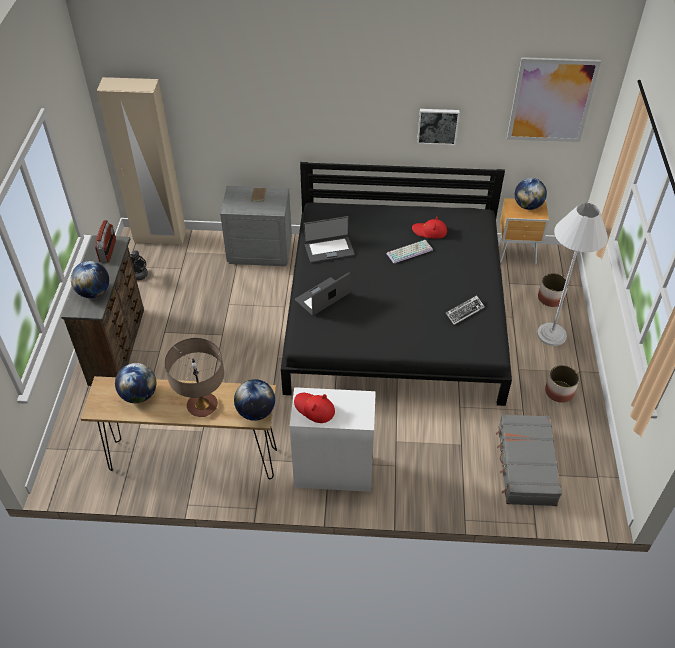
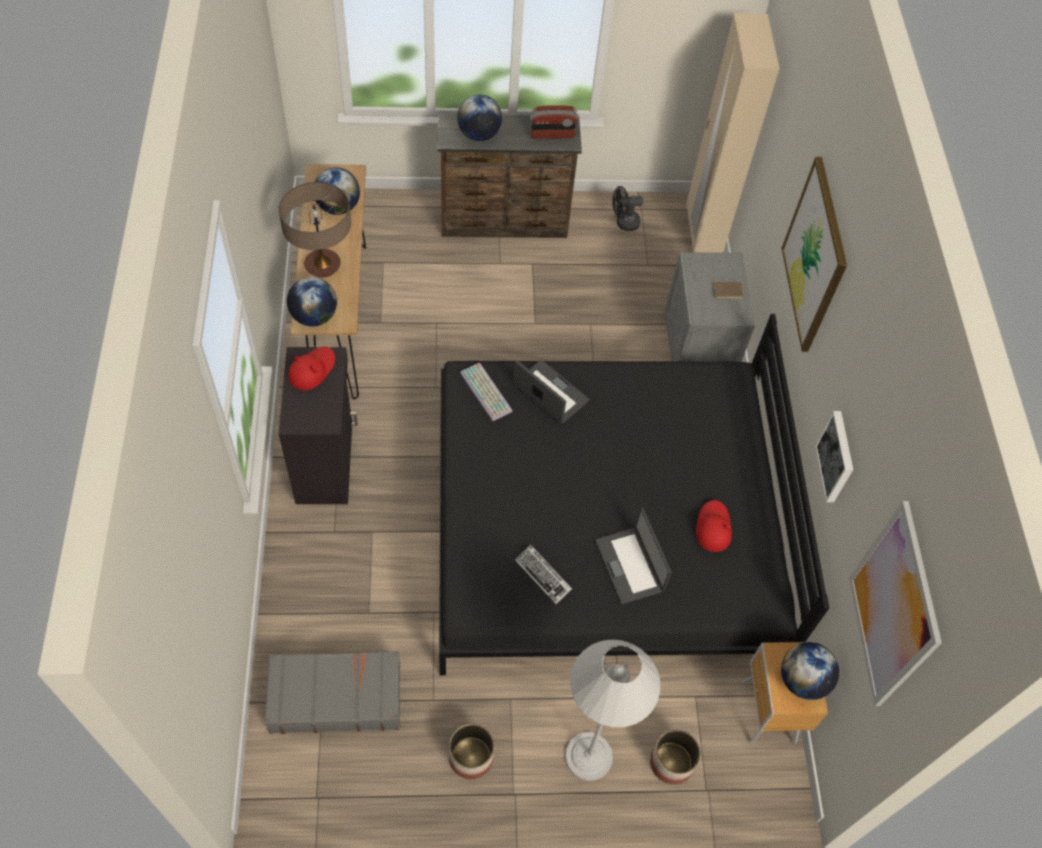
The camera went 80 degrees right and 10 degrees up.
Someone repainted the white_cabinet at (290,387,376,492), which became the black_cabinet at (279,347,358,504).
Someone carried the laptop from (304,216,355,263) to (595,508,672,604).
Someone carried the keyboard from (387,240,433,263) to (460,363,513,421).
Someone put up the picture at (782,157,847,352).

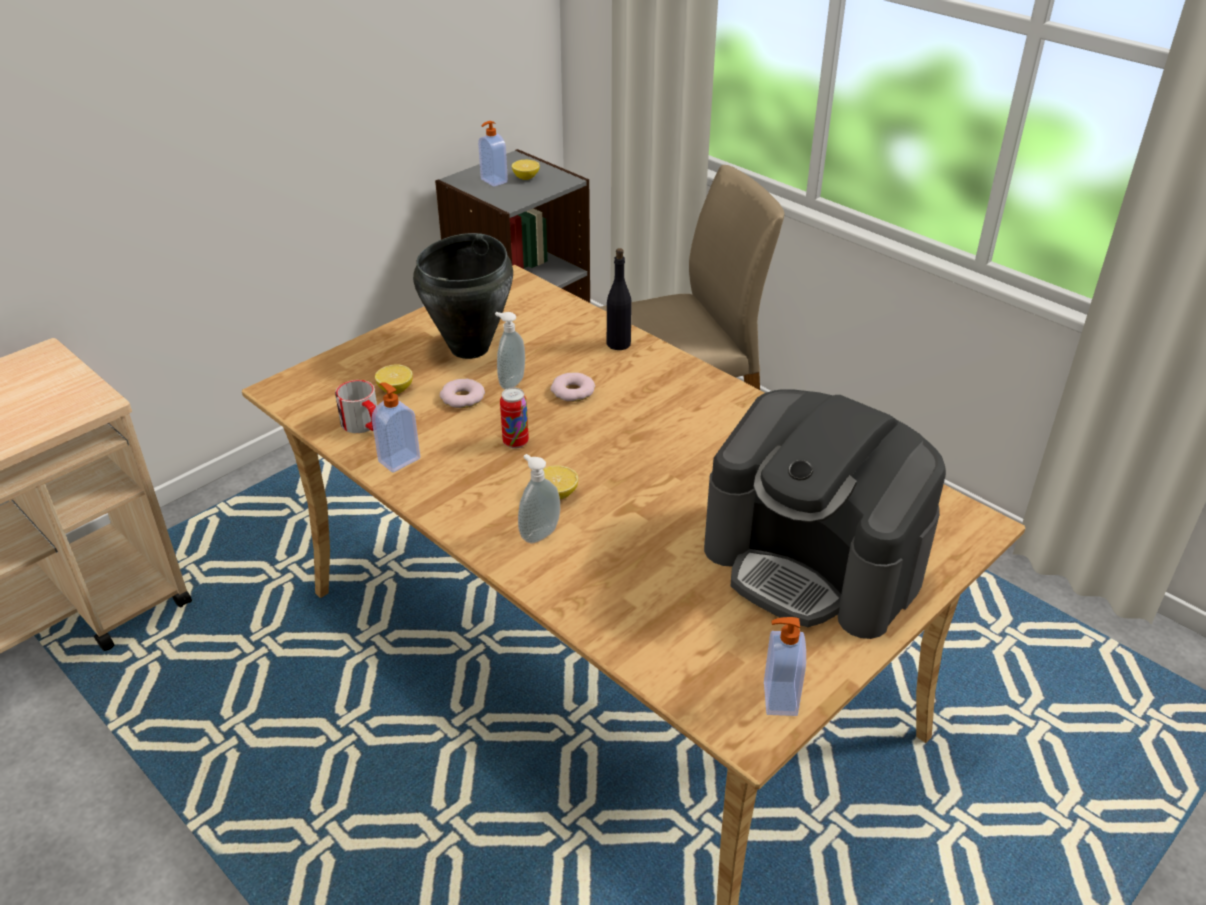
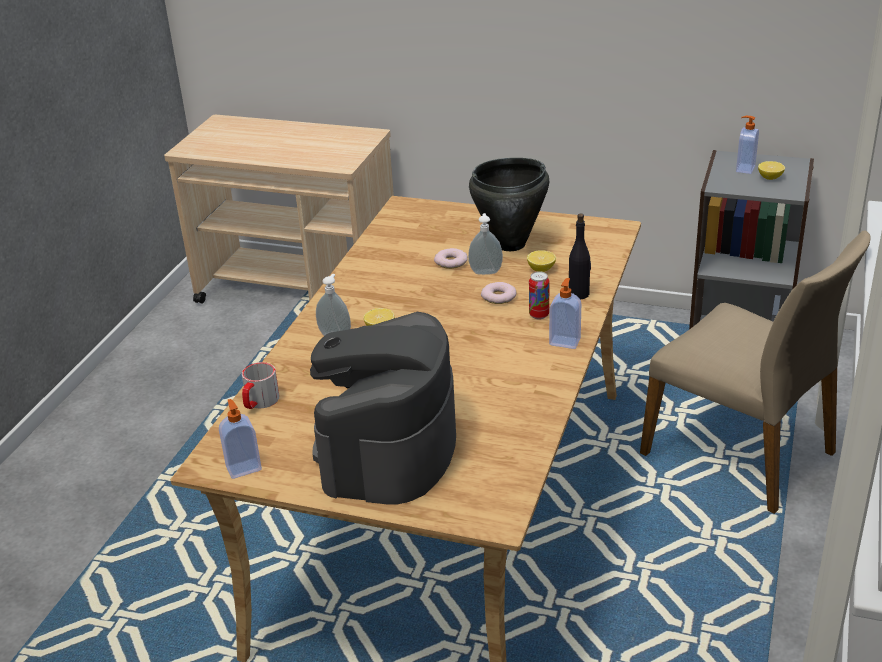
The camera went 65 degrees right and 5 degrees down.
Someone carried the mug from (335,380,377,433) to (242,362,279,409).
Someone carried the soap_dispenser from (372,382,420,473) to (549,278,581,349).
Someone carried the lemon from (375,365,413,394) to (527,250,556,272).
Someone carried the can from (500,388,529,449) to (529,271,549,319).

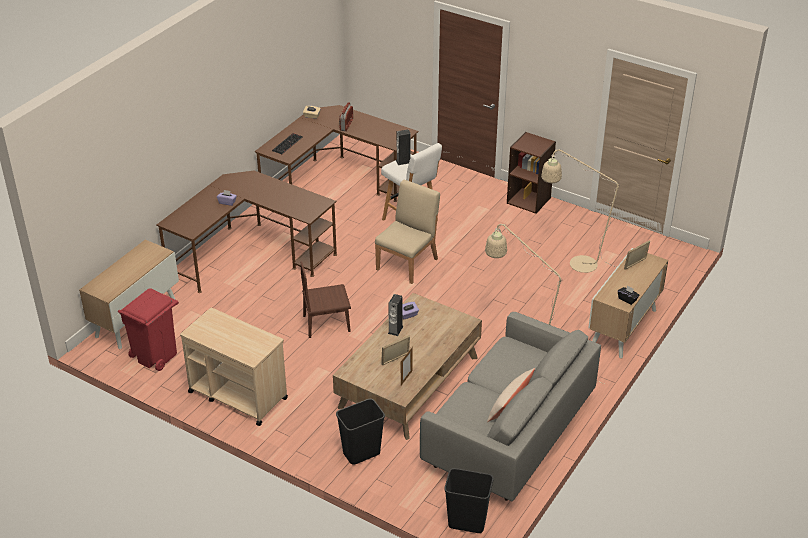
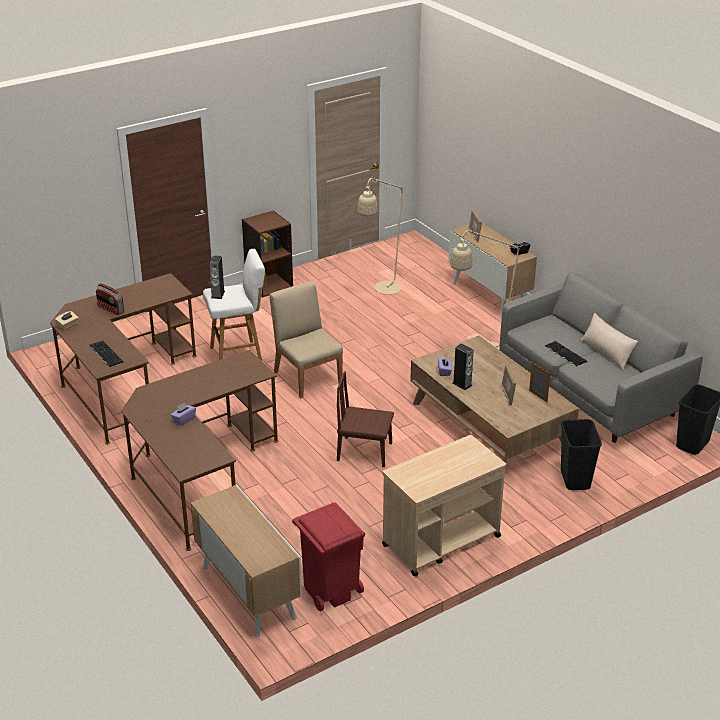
The camera went 65 degrees left and 5 degrees down.
Someone rotated the brown_chair at (301,262,351,338) by 90 degrees clockwise.
Someone put down the keyboard at (545,341,587,366).

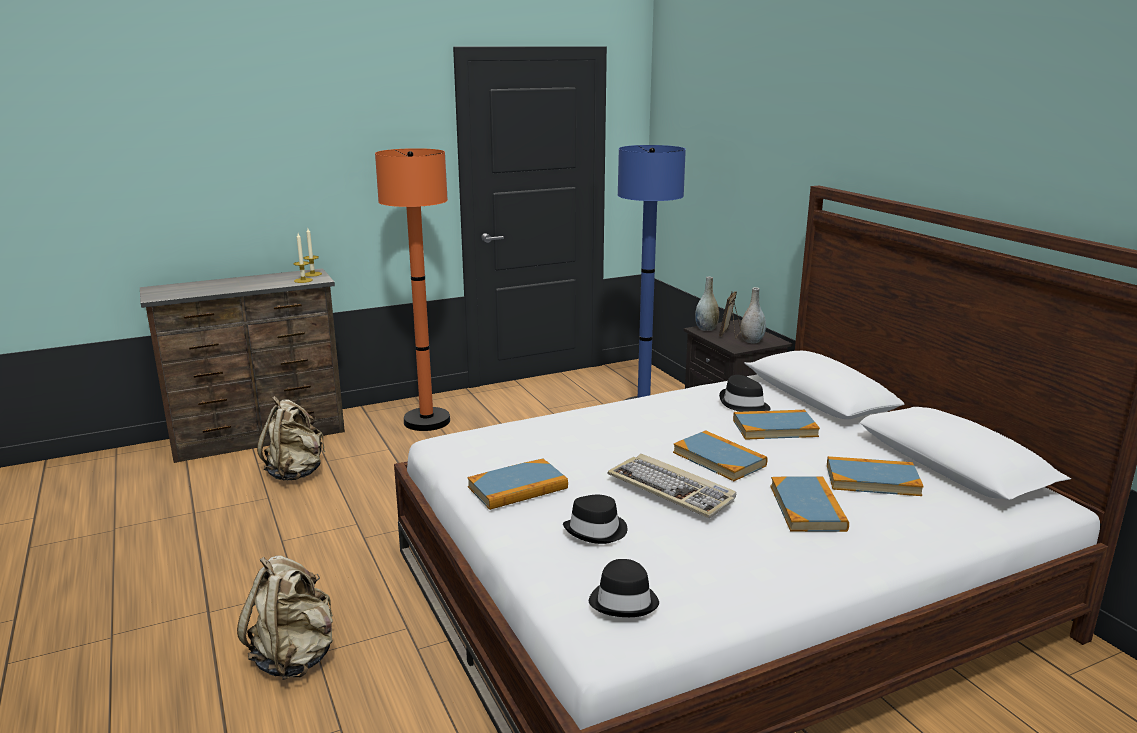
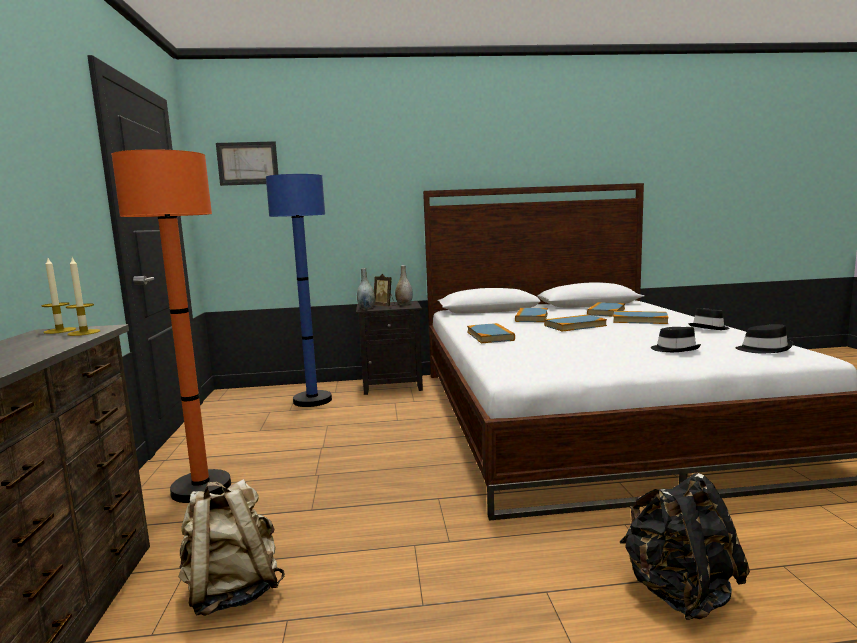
The camera went 70 degrees left and 10 degrees down.
Someone repainted the beige_backpack at (237,555,333,680), which became the black_backpack at (620,473,750,620).
Someone carried the book from (467,458,568,510) to (467,323,515,343).
Someone took away the keyboard at (608,454,736,518).
Someone carried the black_hat from (719,375,771,412) to (689,308,730,330).
Someone put up the picture at (216,141,278,186).

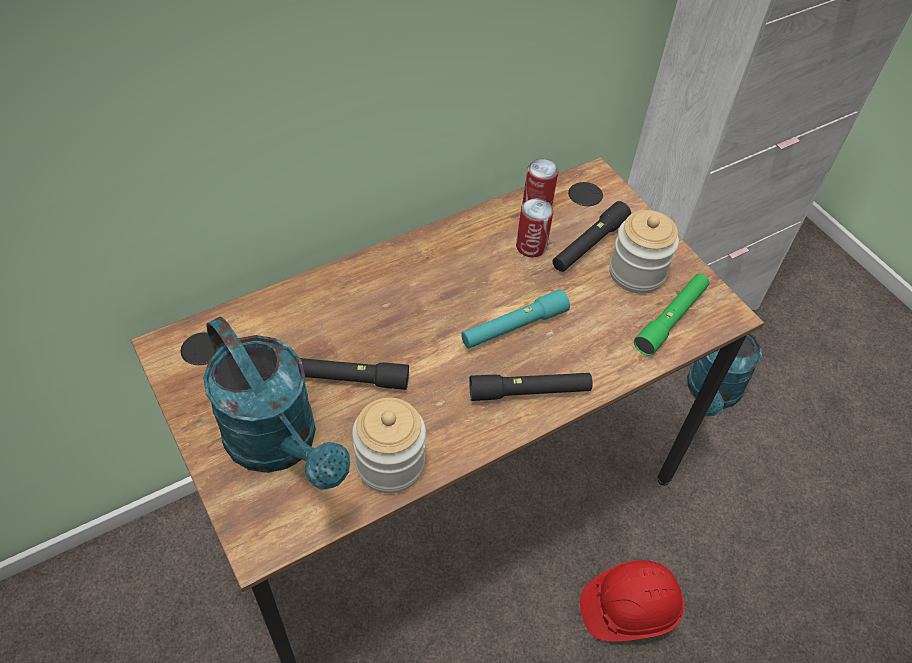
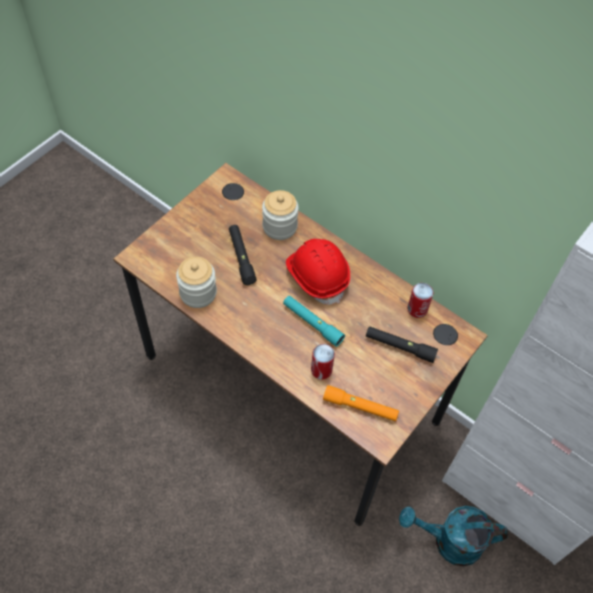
The camera went 70 degrees right and 5 degrees up.
Someone took away the turquoise_watering_can at (203,316,350,490).
Someone took away the black_flashlight at (469,373,592,401).
Someone carried the can from (516,198,553,257) to (311,344,335,379).
Someone carried the red_hard_hat from (580,560,684,642) to (286,239,350,304).
Someone carried the jar from (609,210,679,294) to (262,190,299,240).
Someone repainted the green_flashlight at (634,274,709,356), which became the orange_flashlight at (323,385,399,421).

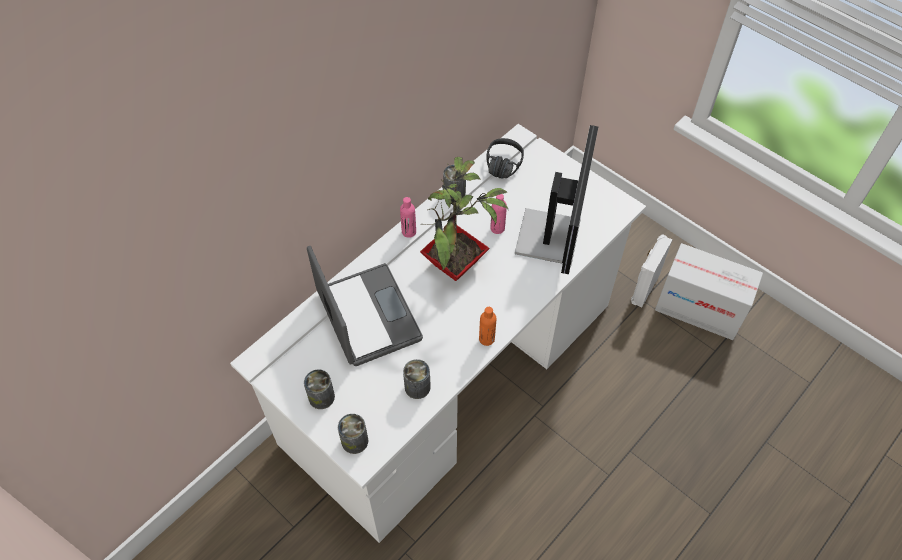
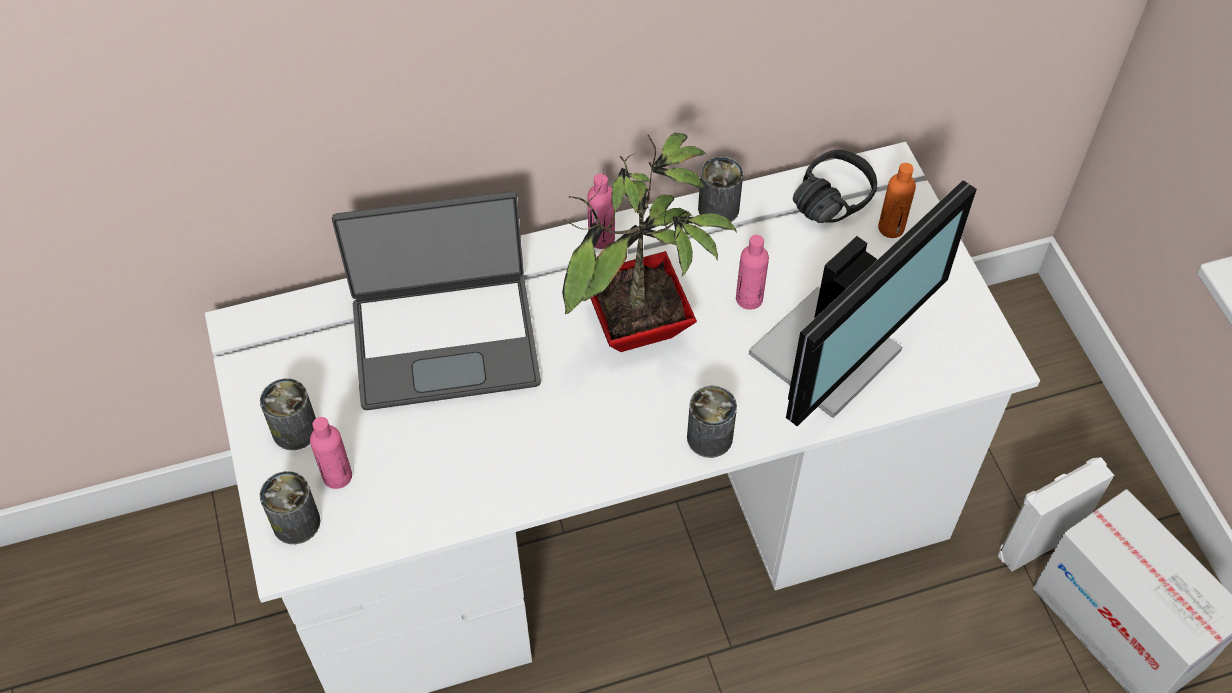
The camera went 30 degrees right and 0 degrees up.
Someone rotated the laptop at (307,246,423,366) by 75 degrees clockwise.
Someone carried the can from (403,359,431,399) to (687,386,737,458).
Someone carried the orange_bottle from (479,307,496,346) to (878,163,916,238).
Someone put down the pink_bottle at (310,417,352,489).

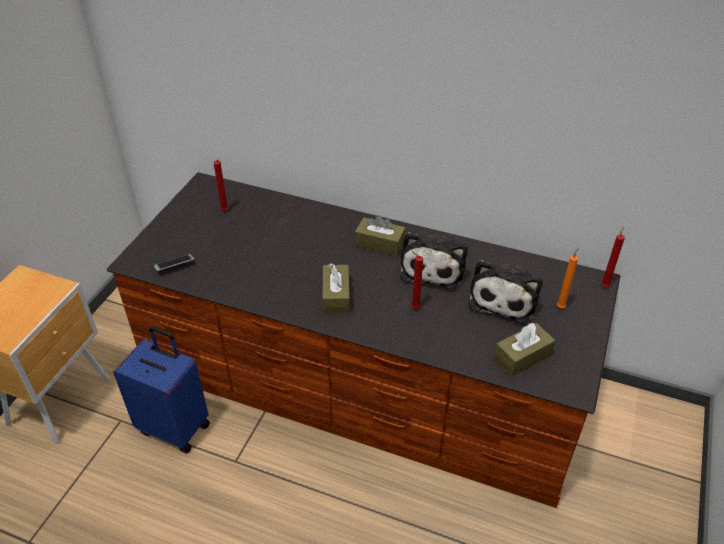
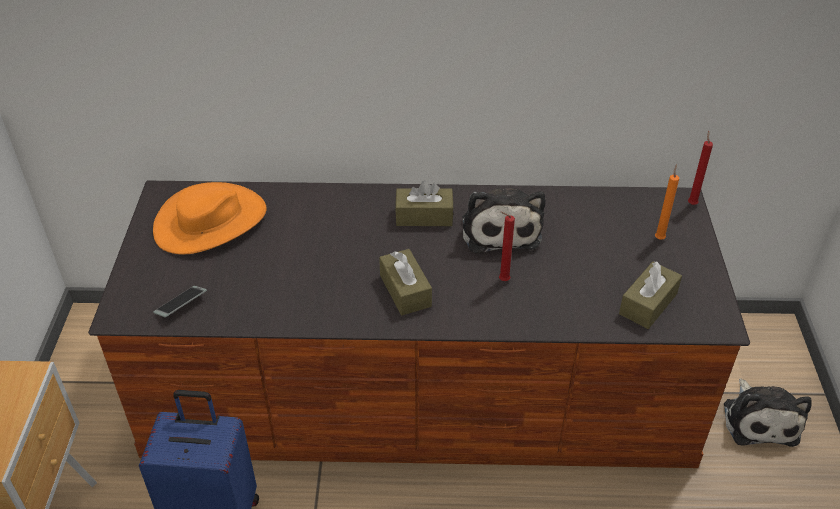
The camera went 20 degrees left and 0 degrees up.
Someone swapped the red_candle at (214,159,229,211) for the orange_hat at (153,182,267,254).
Someone carried the plush_toy from (469,260,543,323) to (724,378,812,447).

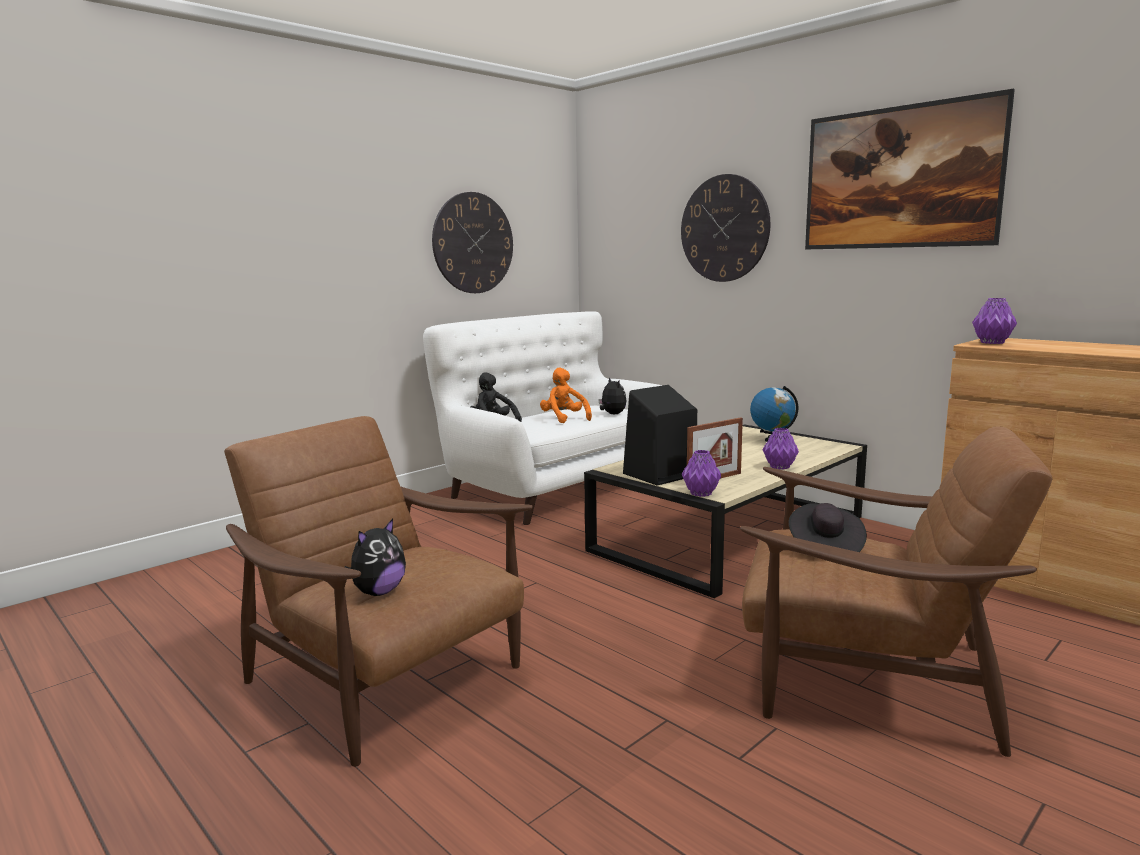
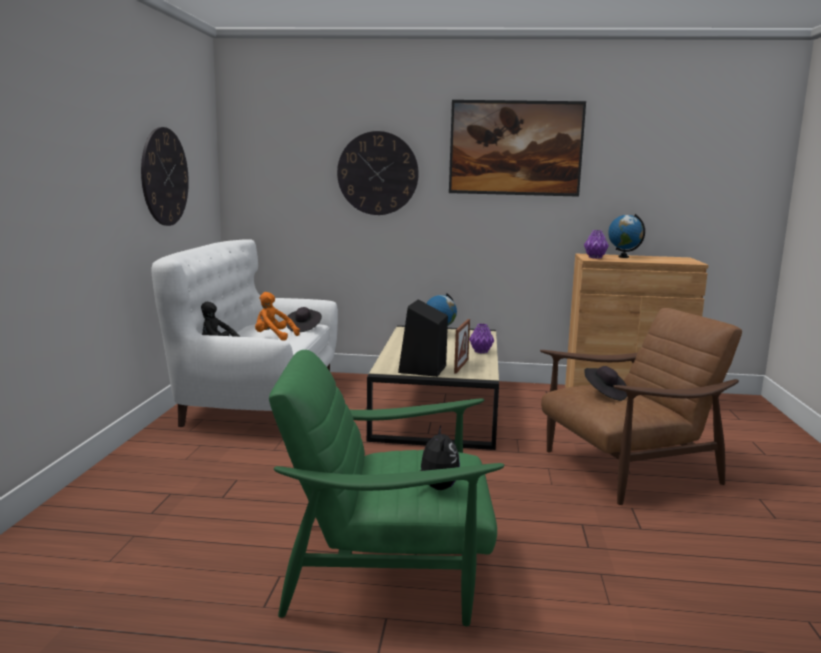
The camera went 40 degrees left and 0 degrees up.
Someone repainted the brown_armchair at (224,416,533,767), which became the green_armchair at (269,350,505,626).
Someone swapped the plush_toy at (599,377,626,414) for the black_hat at (286,307,322,332).
Someone took away the purple_vase at (682,450,721,497).
Someone put down the globe at (608,214,645,258).

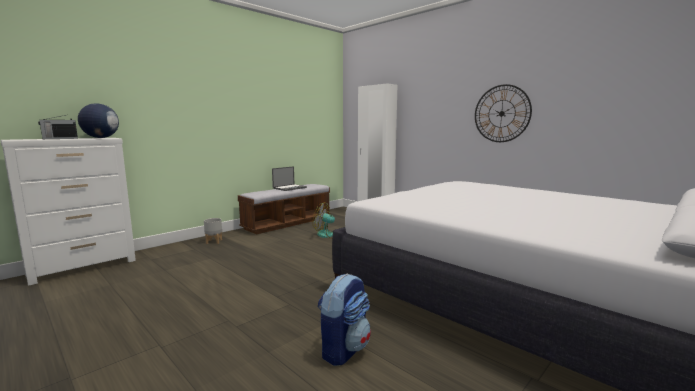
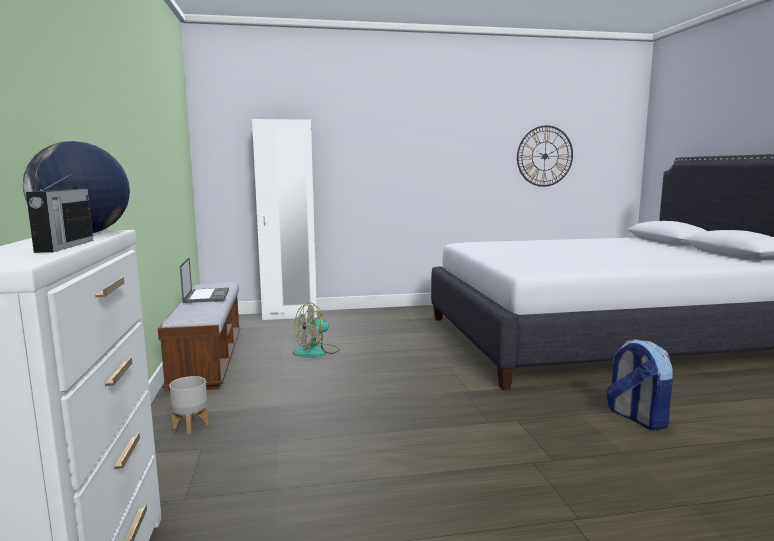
The camera went 55 degrees left and 0 degrees up.
Someone carried the wall_clock from (475,84,532,142) to (517,125,573,187).

